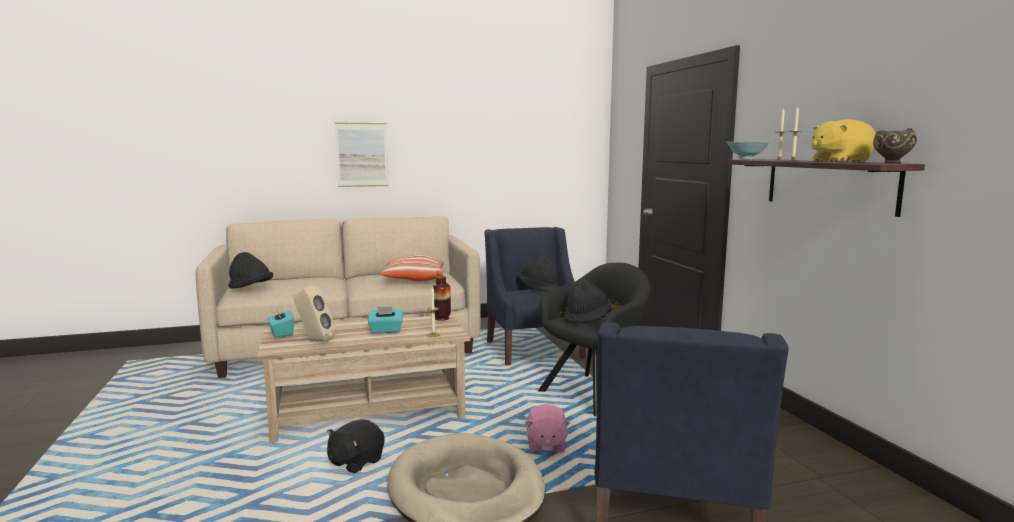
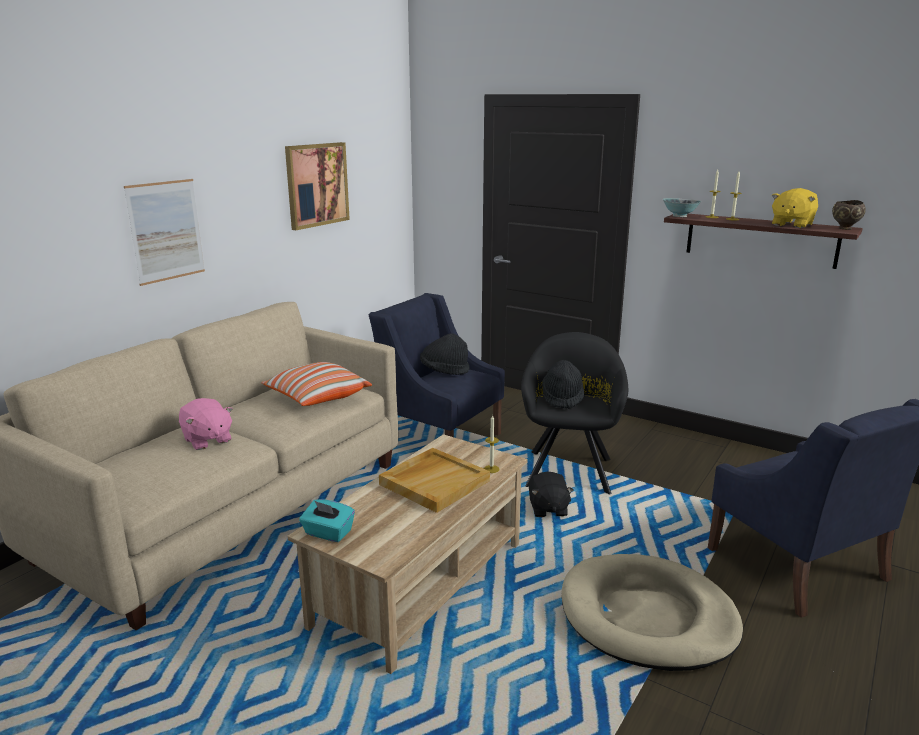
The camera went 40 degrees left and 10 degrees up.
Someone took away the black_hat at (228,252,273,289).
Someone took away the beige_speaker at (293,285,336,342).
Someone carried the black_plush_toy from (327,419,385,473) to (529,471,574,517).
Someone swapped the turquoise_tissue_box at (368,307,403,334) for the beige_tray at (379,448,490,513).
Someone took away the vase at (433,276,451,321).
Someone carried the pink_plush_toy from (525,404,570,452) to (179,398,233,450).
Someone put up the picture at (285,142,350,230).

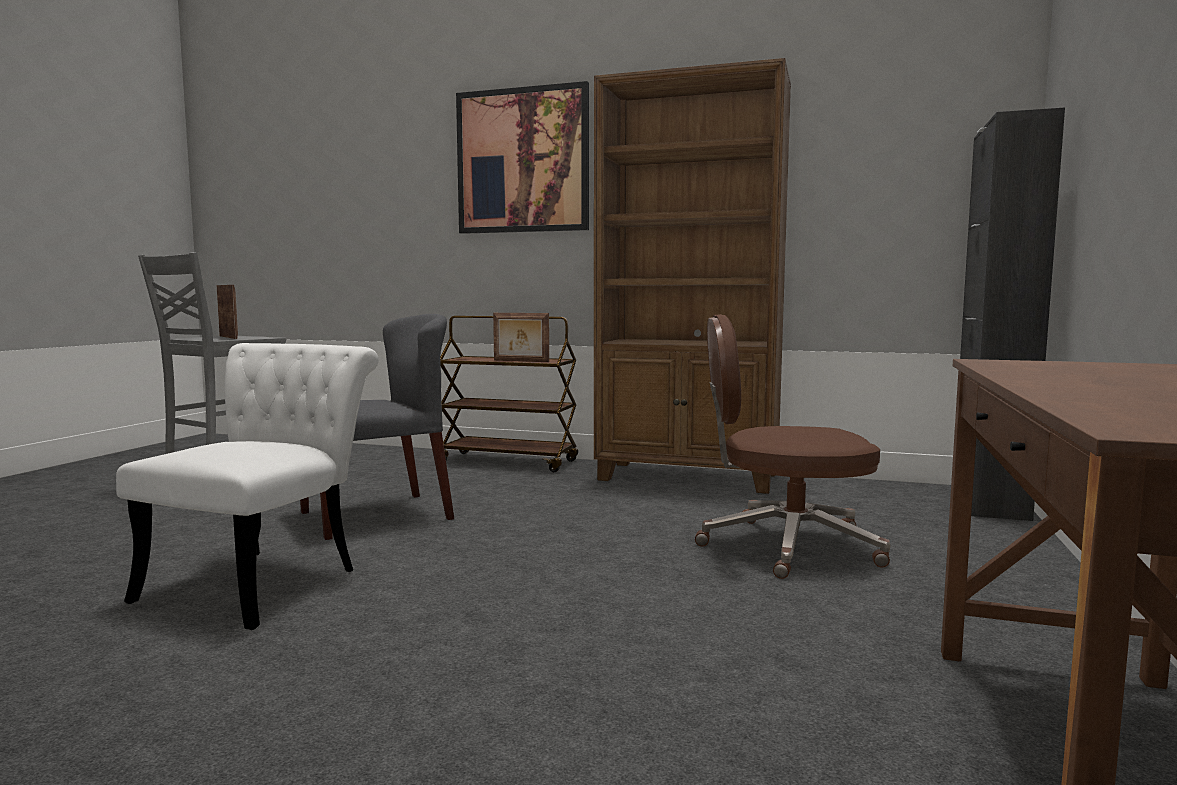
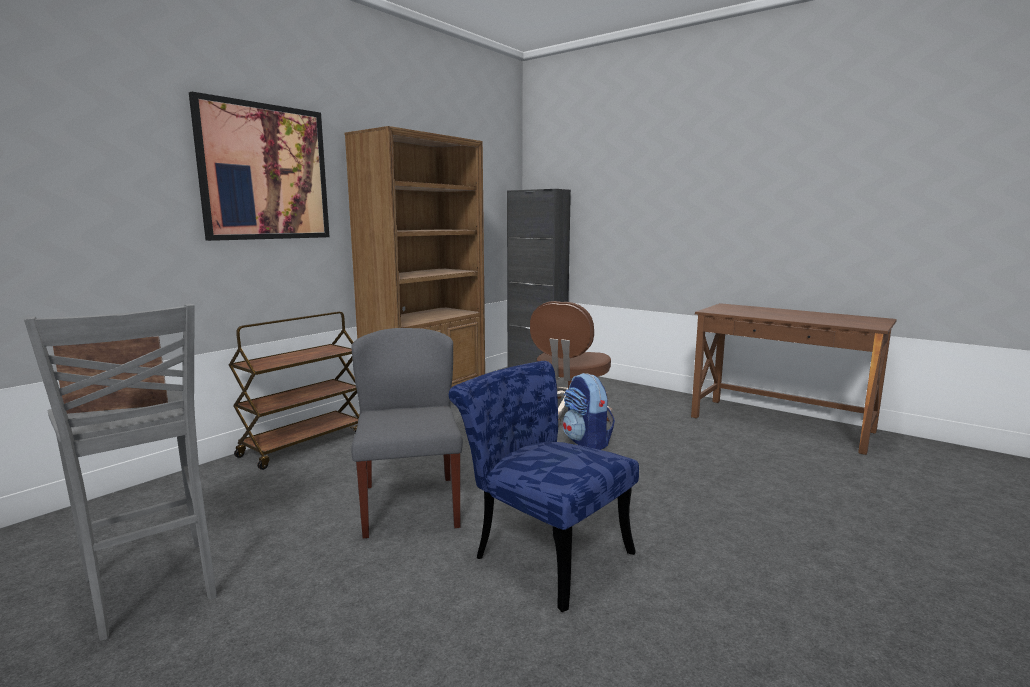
The camera went 70 degrees left and 5 degrees up.
Someone repainted the white_chair at (116,343,379,630), which became the blue_chair at (449,361,639,612).
Someone took away the picture_frame at (493,313,549,362).
Someone put down the backpack at (563,373,615,450).

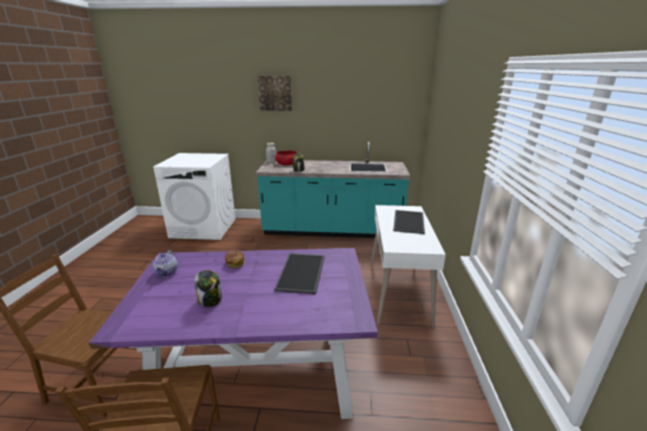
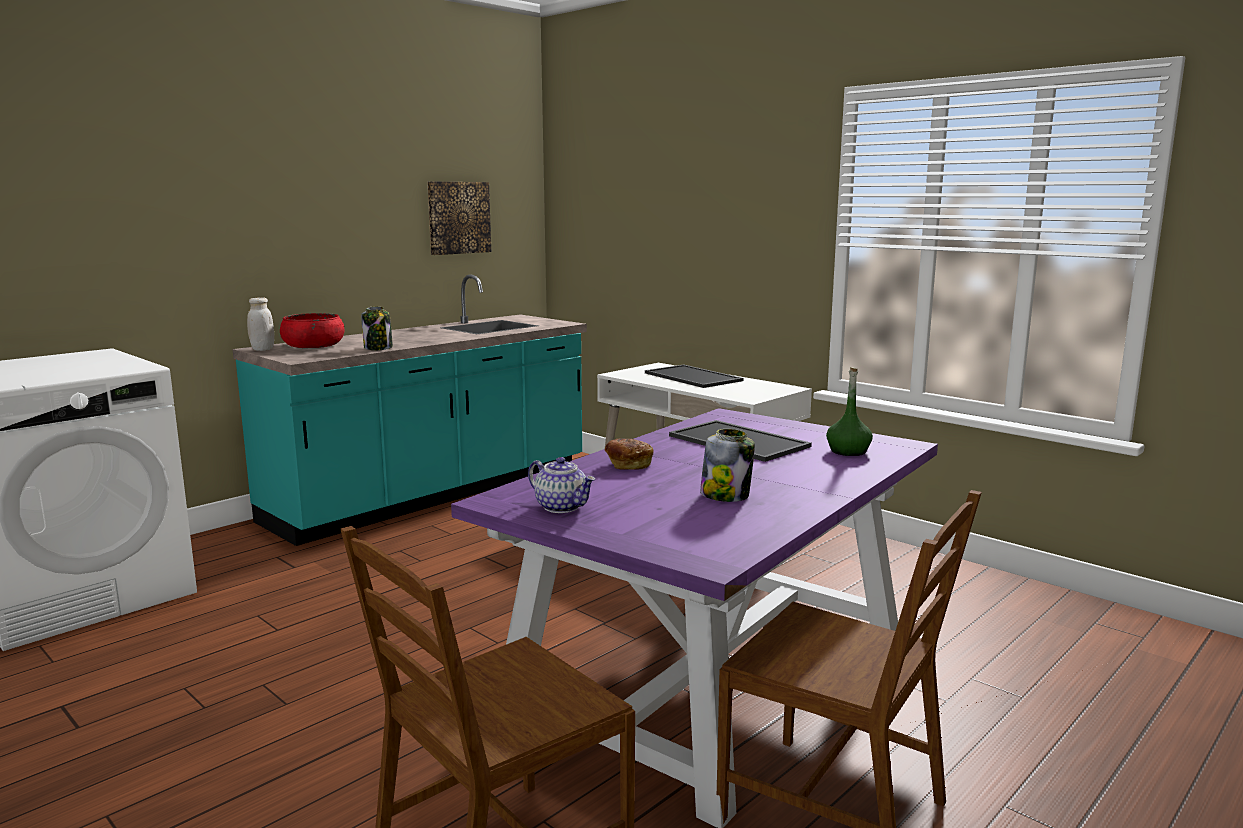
The camera went 50 degrees left and 10 degrees down.
Someone carried the picture from (258,76,292,111) to (427,181,491,255).
Someone put down the green_bottle at (826,367,873,456).

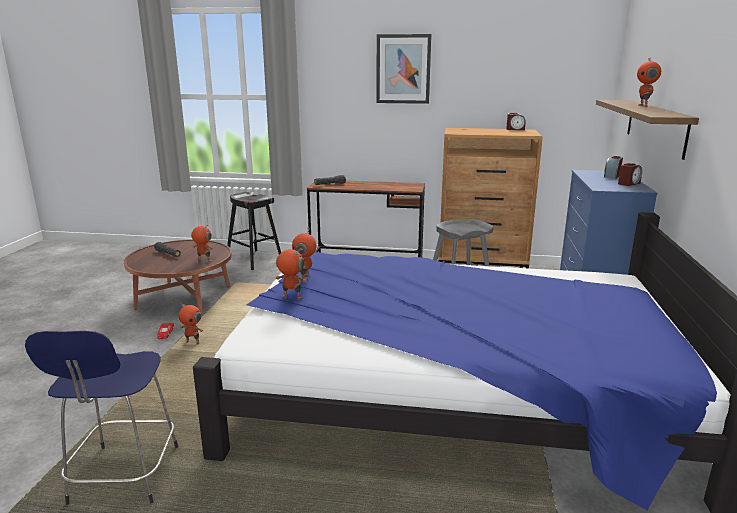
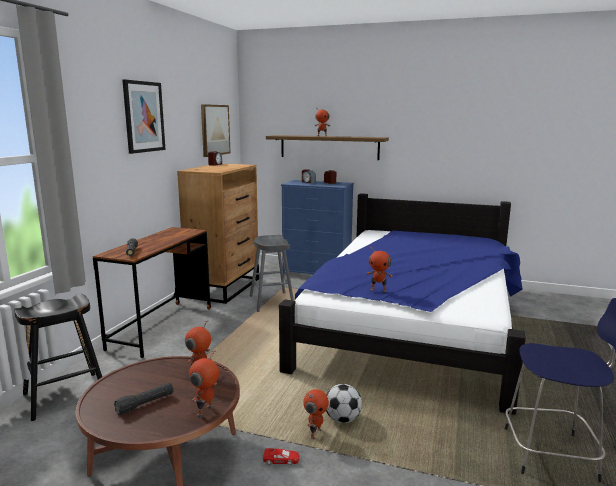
The camera went 80 degrees left and 5 degrees down.
Someone carried the toy_robot from (275,248,307,300) to (189,351,219,418).
Someone put up the picture at (201,104,230,157).
Someone put down the football at (326,384,362,423).

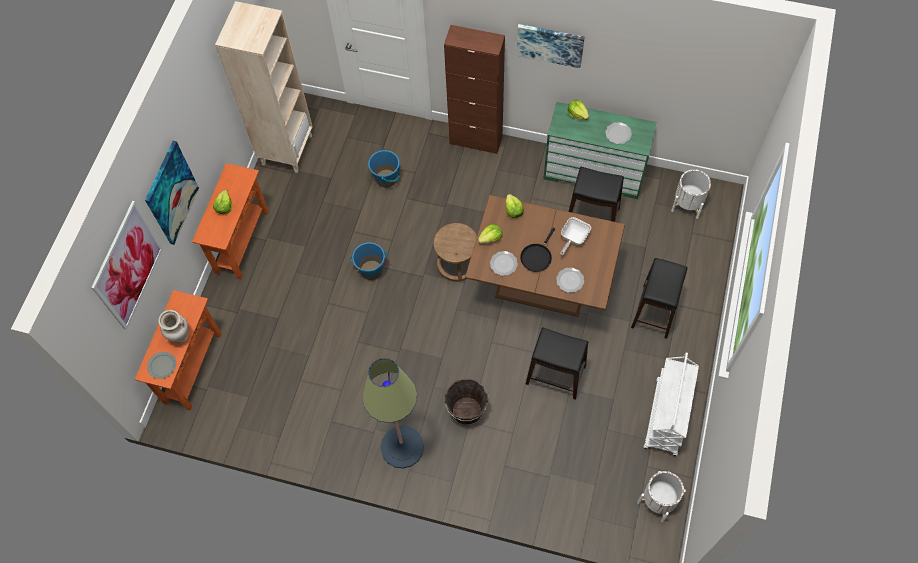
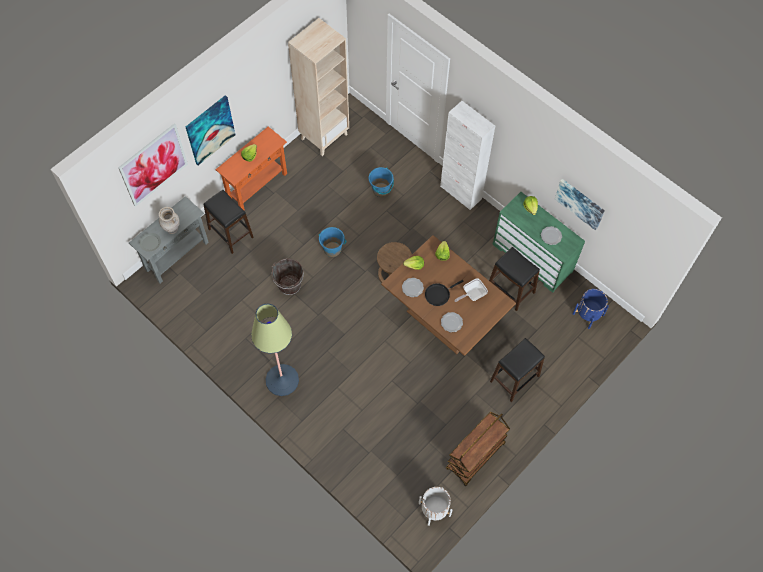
The camera went 25 degrees right and 0 degrees up.
Someone repainted the orange_console_table at (135,290,222,411), which became the grey_console_table at (129,196,209,284).
Someone repainted the brown_cabinet at (444,25,505,154), which became the white_cabinet at (440,101,495,210).
Someone carried the brown_bucket from (444,379,488,425) to (272,258,304,295).
Someone carried the picture from (516,24,585,68) to (555,179,605,231).
Someone carried the black_stool from (526,327,588,400) to (203,190,254,254).
Someone repainted the white_cart at (644,353,699,456), which became the brown_cart at (446,412,510,486).
Someone repainted the white_planter at (671,169,711,219), which became the blue_planter at (573,289,609,329).

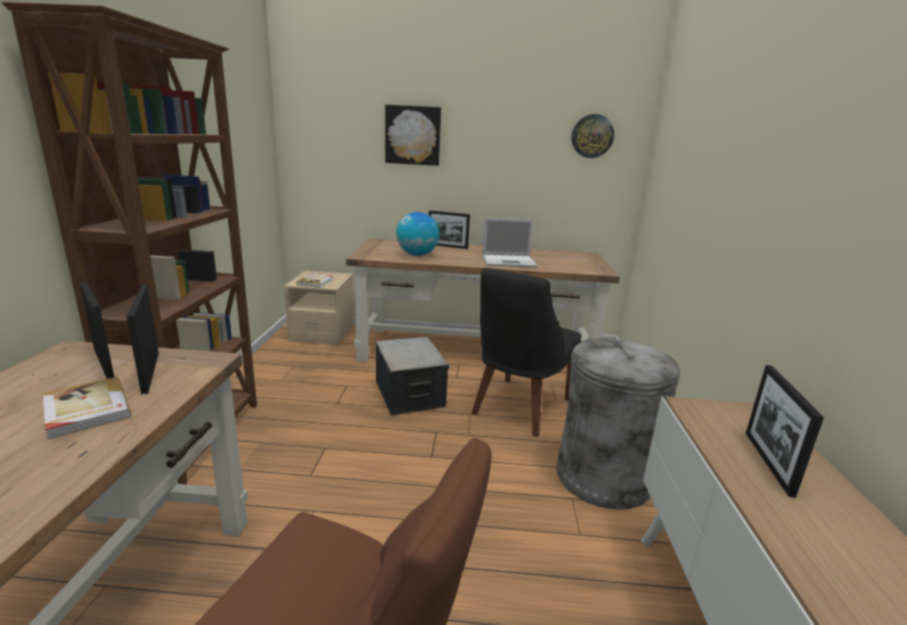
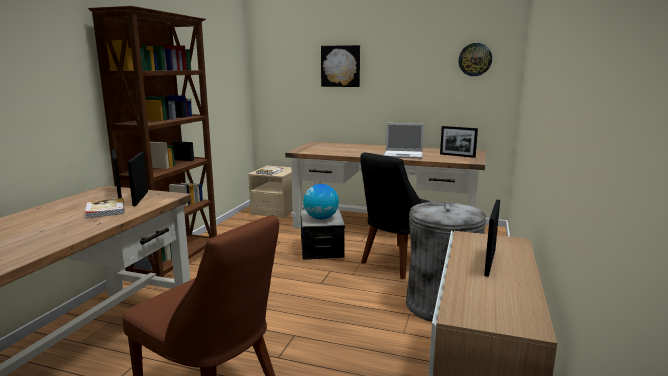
The camera went 15 degrees right and 5 degrees down.
Someone carried the globe from (396,212,439,256) to (303,184,339,220).
Someone carried the picture_frame from (429,210,470,249) to (440,126,478,158).

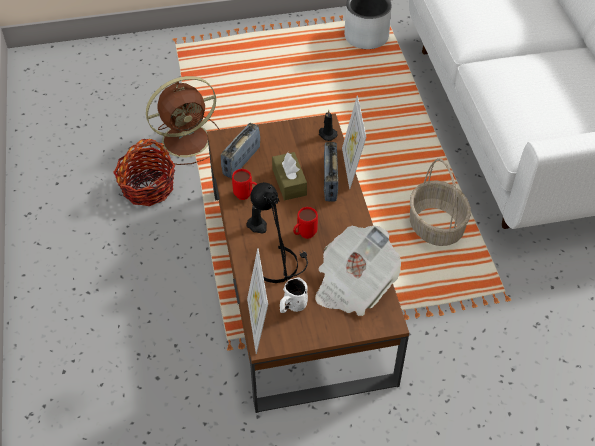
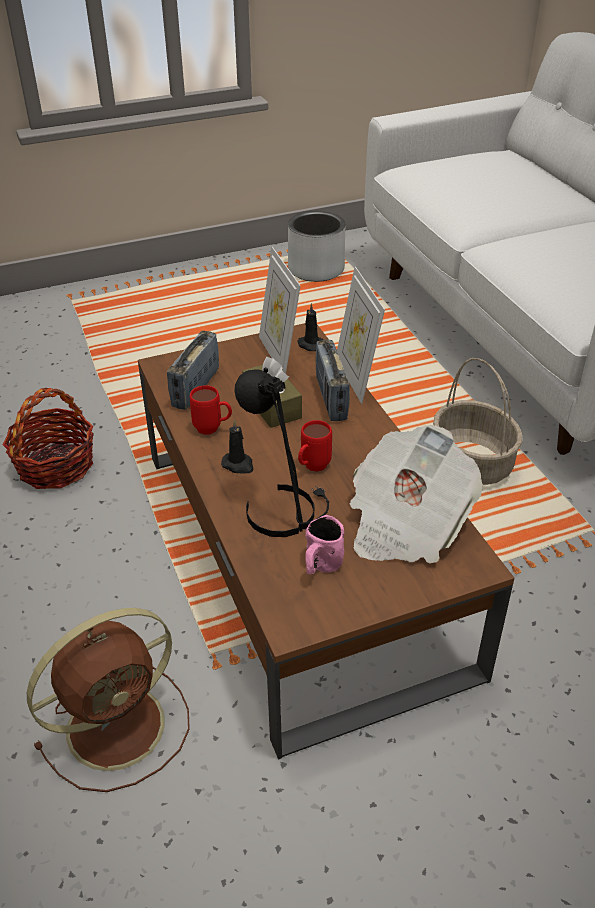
The camera went 10 degrees left and 10 degrees down.
Someone carried the brown_fan from (146,76,220,165) to (27,608,190,792).
Someone carried the picture_frame from (247,248,268,354) to (259,247,301,374).
Someone repainted the white_mug at (280,277,308,313), which became the pink_mug at (305,515,345,574).

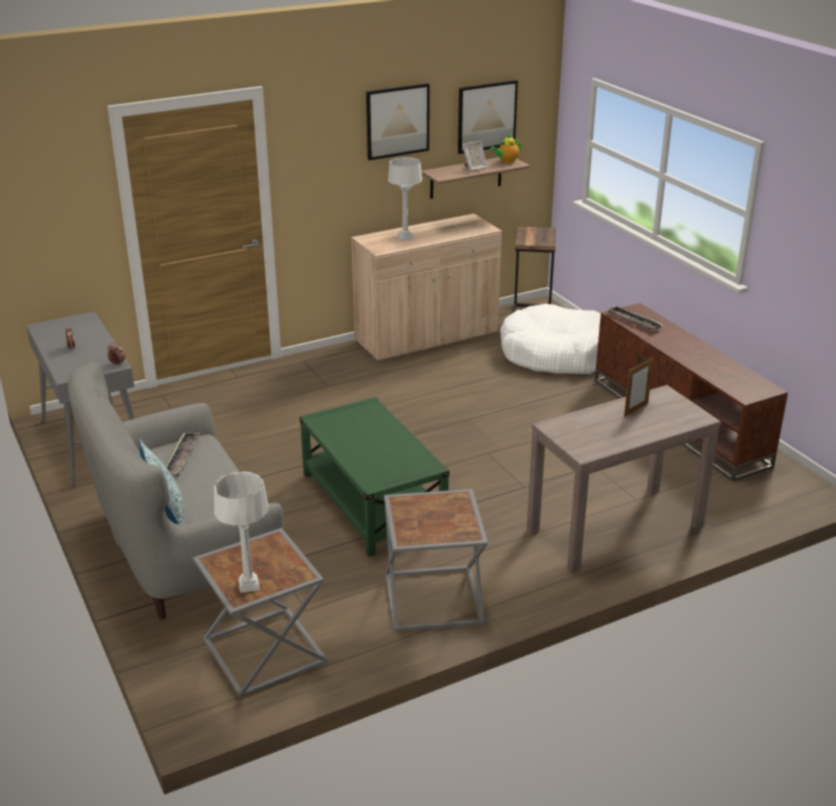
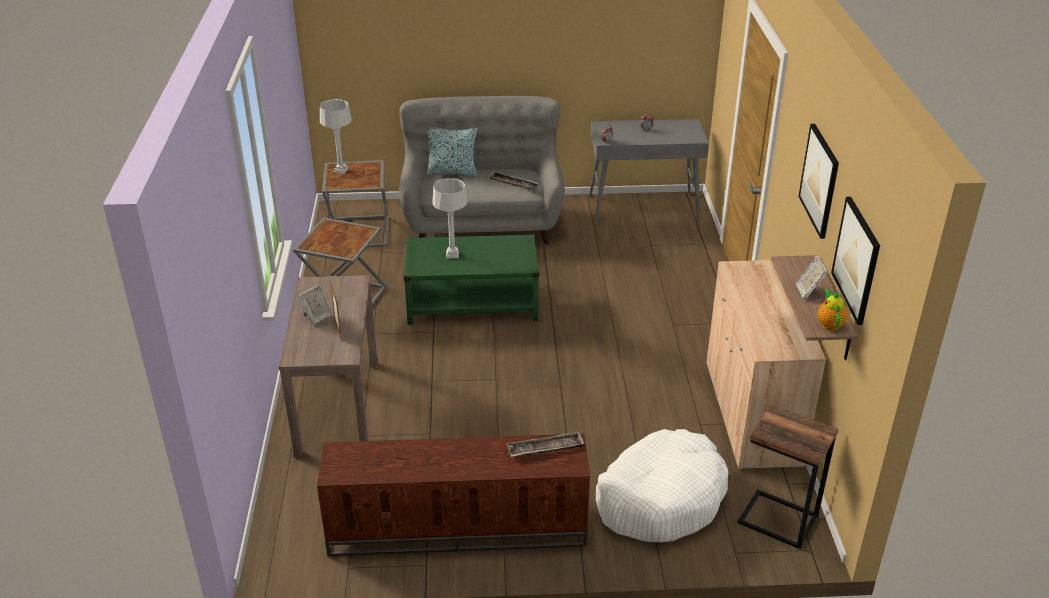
The camera went 115 degrees right and 5 degrees up.
Someone carried the grey_table_lamp from (388,157,422,241) to (432,178,467,259).
Someone put down the picture_frame at (298,285,332,325).

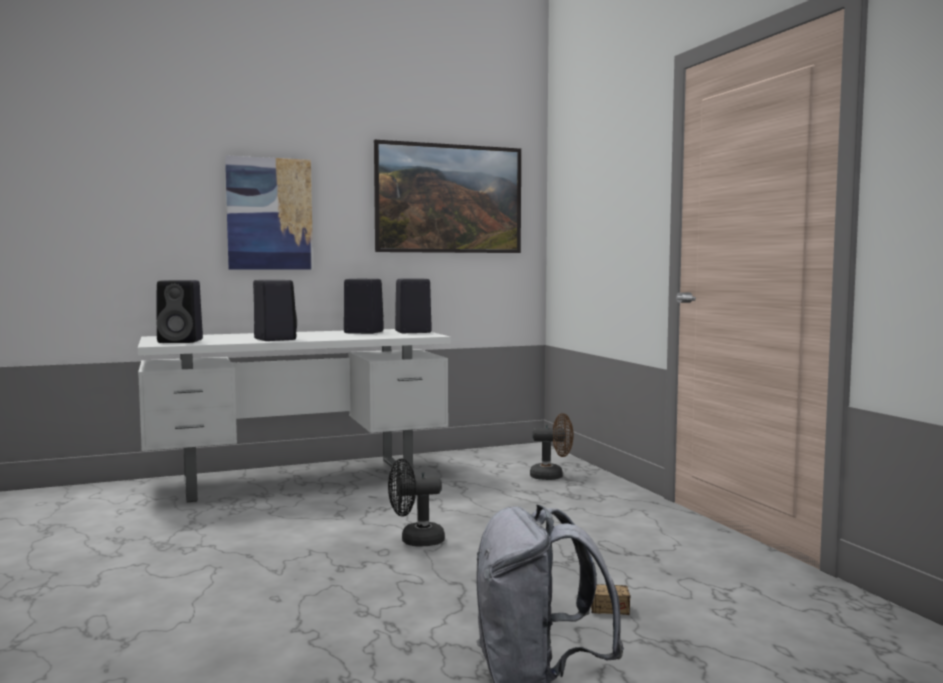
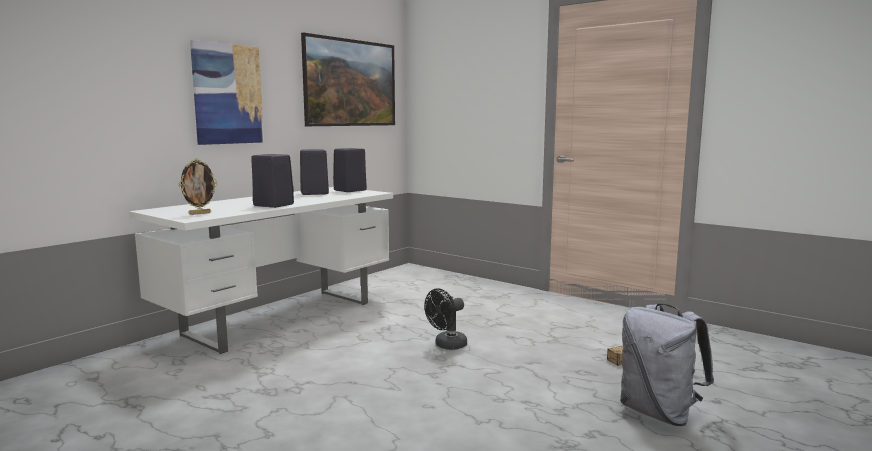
The camera went 30 degrees left and 5 degrees up.
Someone swapped the black_speaker at (156,280,203,343) for the picture_frame at (179,158,217,215).
Someone took away the brown_fan at (530,413,573,480).

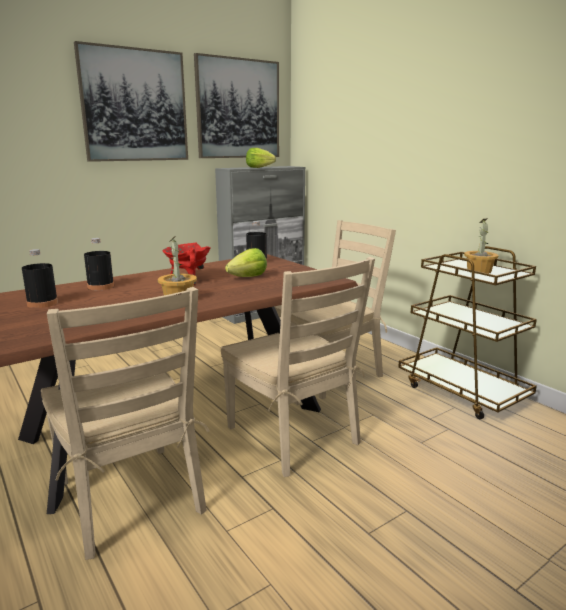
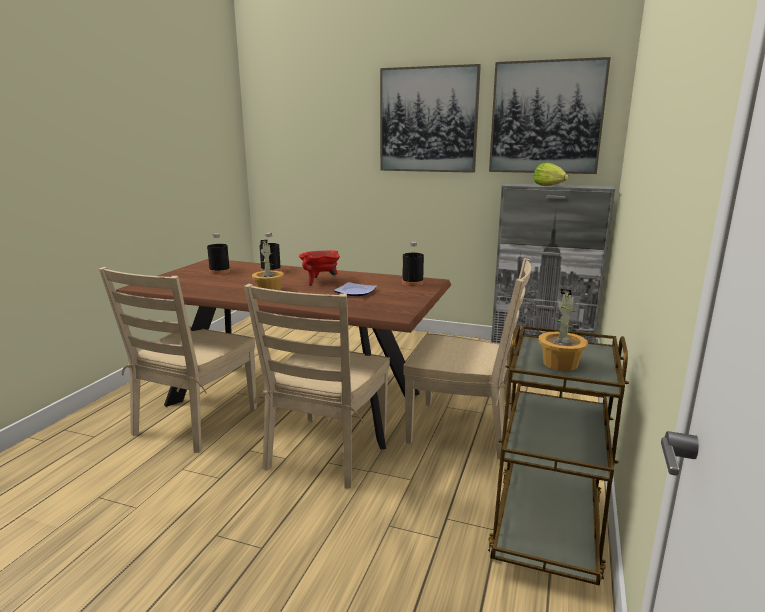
The camera went 55 degrees right and 0 degrees up.
Someone swapped the lettuce at (225,248,267,277) for the plate at (334,282,377,296).

